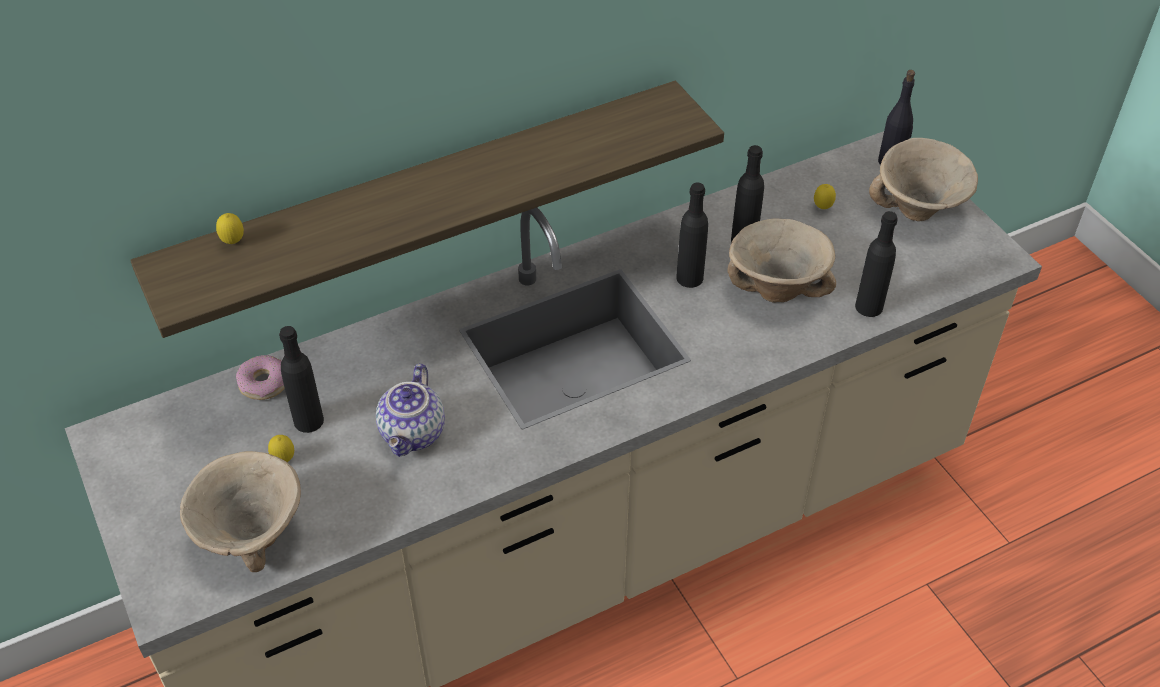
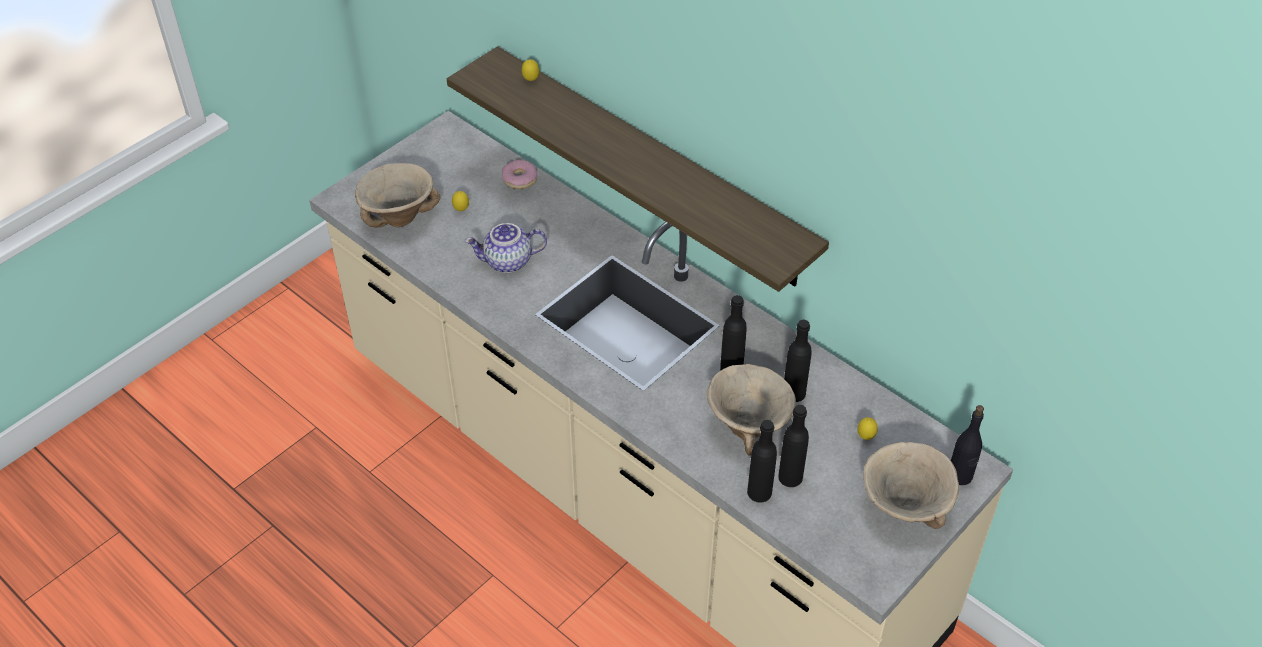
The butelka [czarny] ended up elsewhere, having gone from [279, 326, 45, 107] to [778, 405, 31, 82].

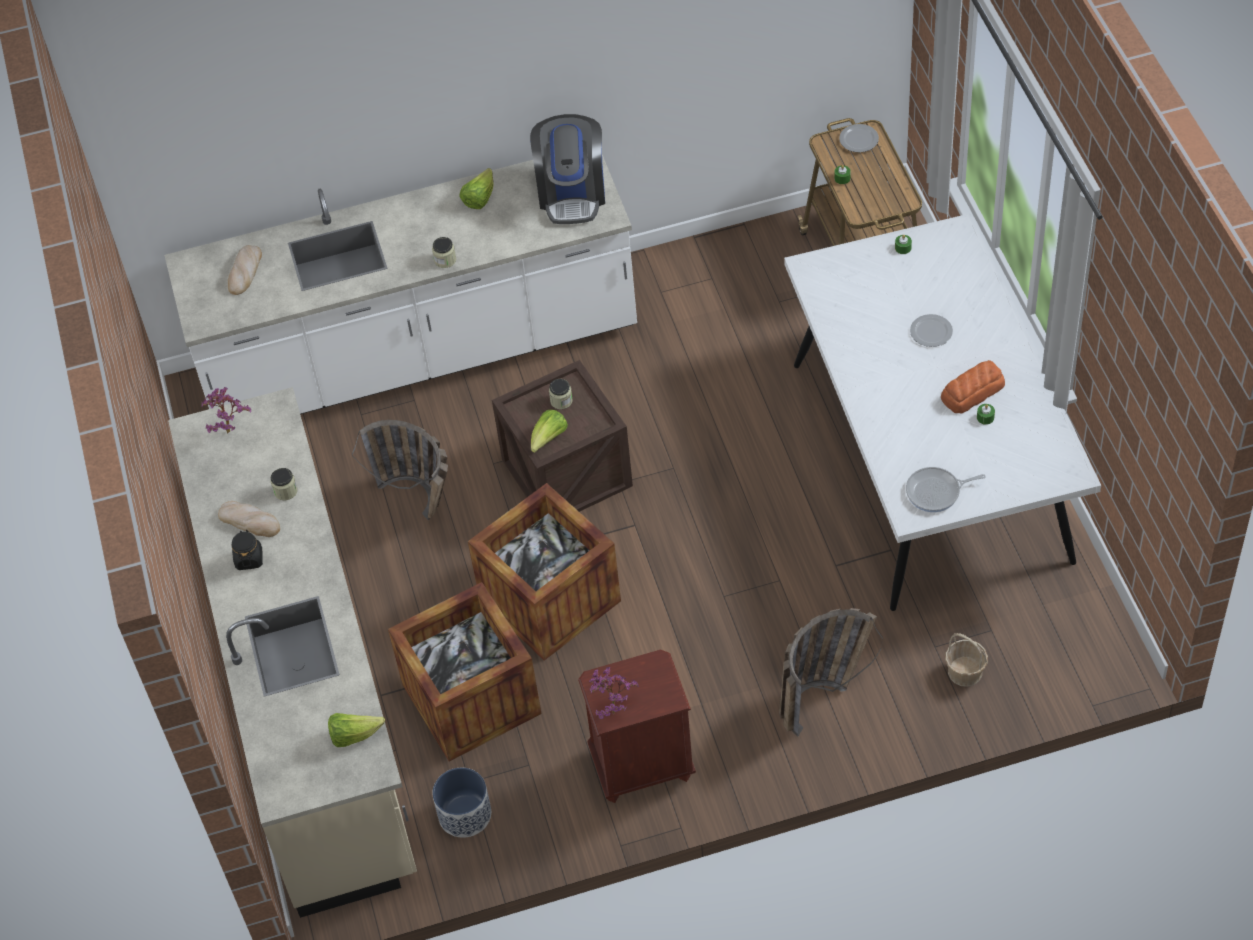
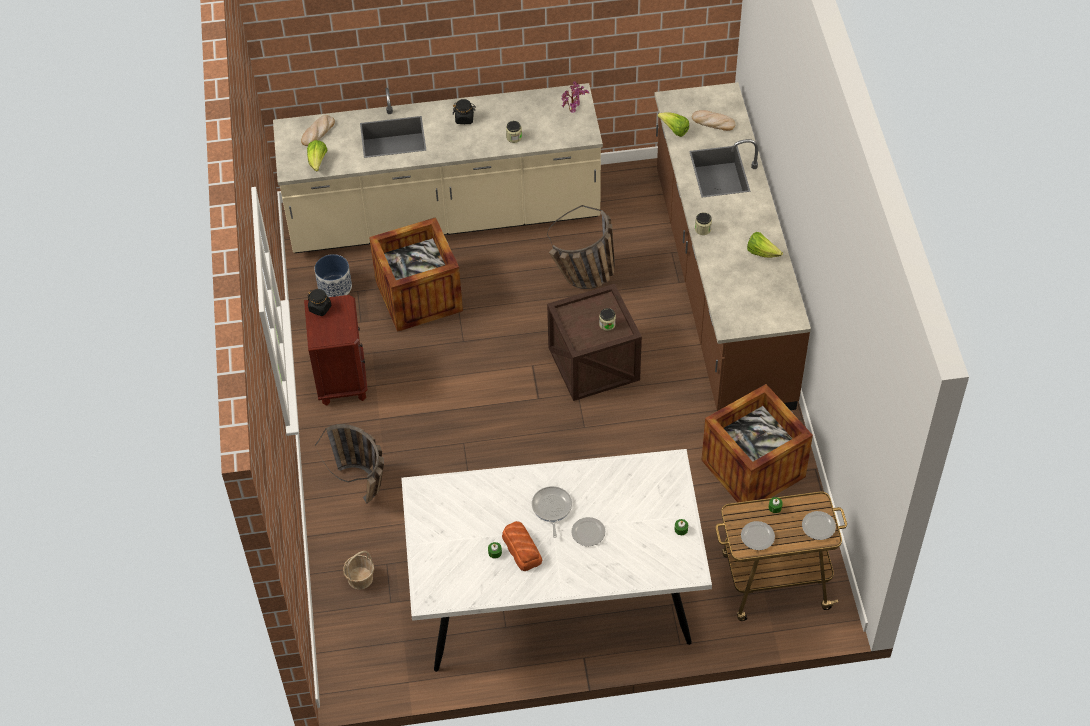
The chleb ended up elsewhere, having gone from [218, 501, 62, 36] to [301, 115, 34, 31].
Where the roślina doniczkowa stood at [589, 667, 50, 52], the słoik [czarny] came to stand at [308, 289, 24, 27].
The patelnia ended up elsewhere, having gone from [906, 467, 80, 45] to [532, 486, 40, 52].
What was the zabudowa kuchenna [biały] at [164, 155, 473, 259] turned into the zabudowa kuchenna [brązowy] at [654, 82, 157, 329].
The sałata ended up elsewhere, having gone from [531, 410, 37, 43] to [658, 112, 31, 25].
The skrzynka ended up elsewhere, having gone from [468, 483, 153, 178] to [701, 384, 112, 118].
The second view gained the talerz at [741, 521, 34, 29].
The second view lost the ekspres do kawy at [530, 114, 75, 110].

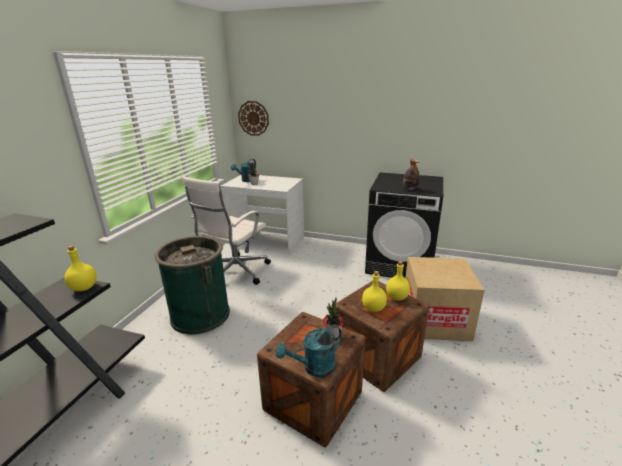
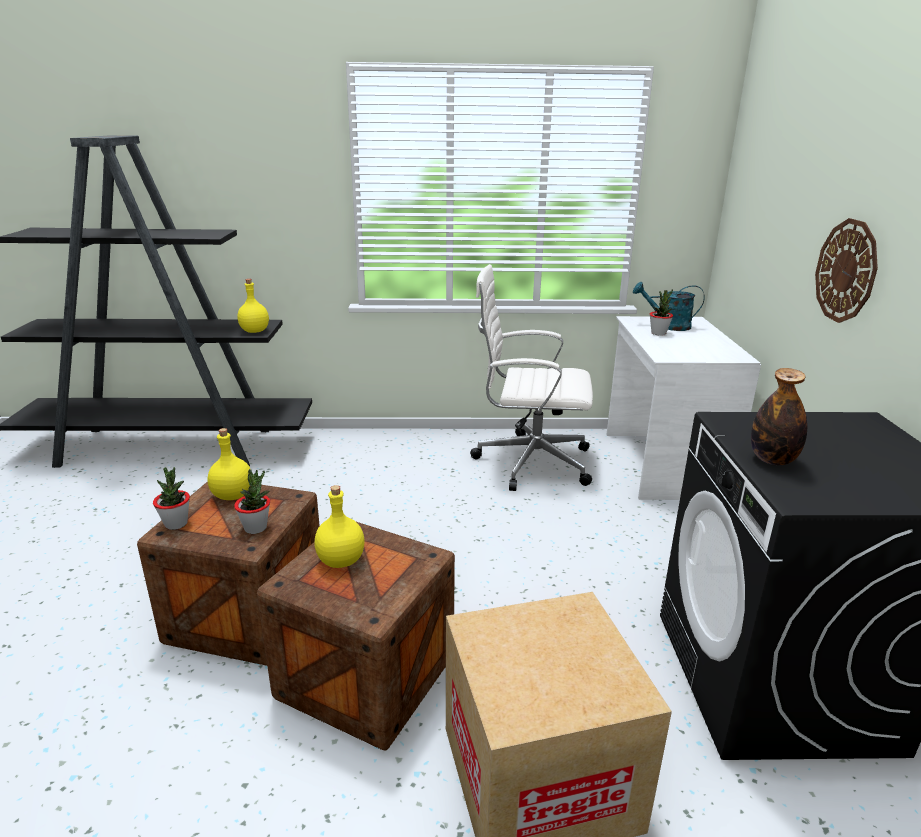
Where the konewka [turkusowy] stood at [275, 324, 67, 53], the roślina doniczkowa came to stand at [153, 467, 37, 63].
The butelka [żółty] ended up elsewhere, having gone from [386, 261, 24, 39] to [207, 428, 43, 72].
The zegar ścienny ended up elsewhere, having gone from [238, 101, 31, 35] to [815, 218, 63, 105].
The second view lost the kosz na śmieci [zielony] at [154, 236, 76, 98].

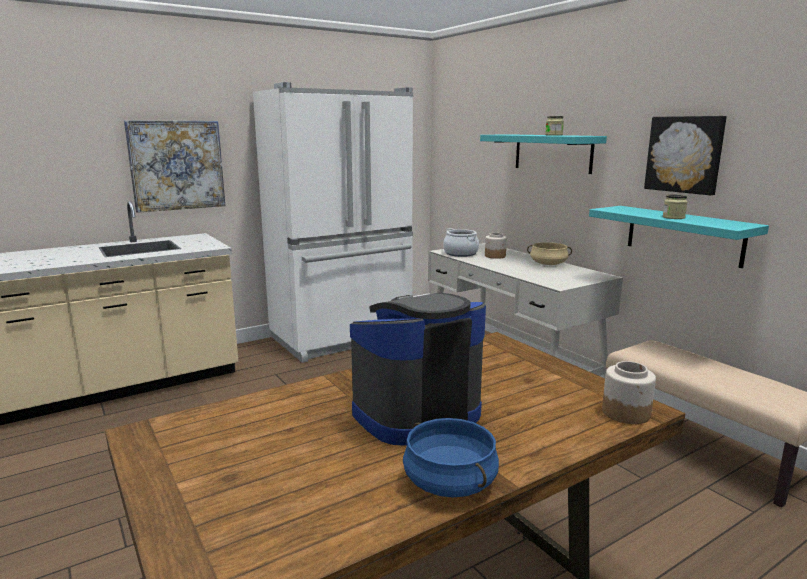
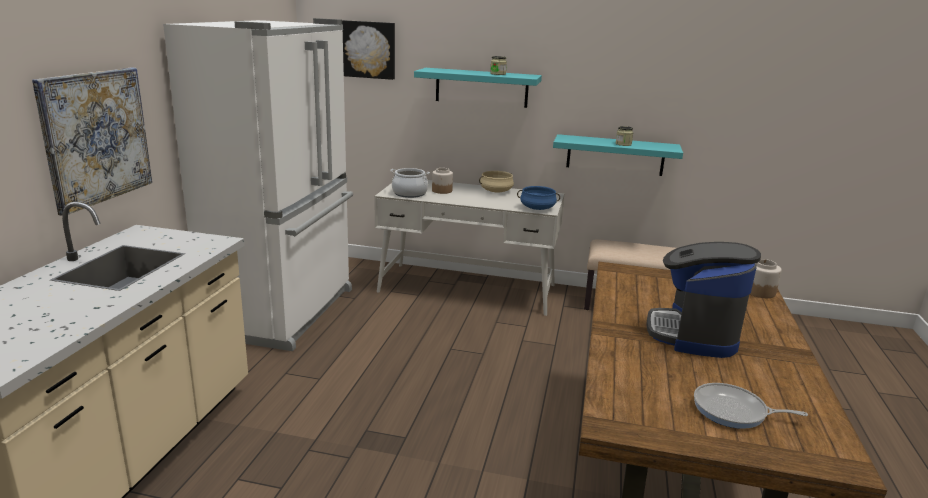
The obraz ended up elsewhere, having gone from [644, 116, 83, 79] to [342, 20, 53, 60].
The garnek [niebieski] ended up elsewhere, having gone from [403, 418, 96, 80] to [517, 186, 43, 24].
The second view gained the patelnia at [694, 383, 114, 46].

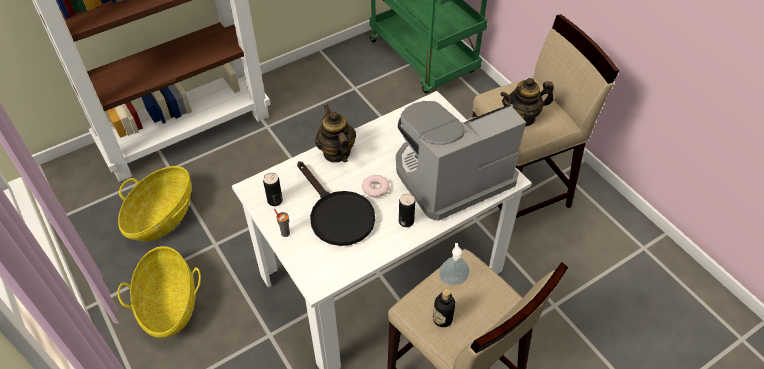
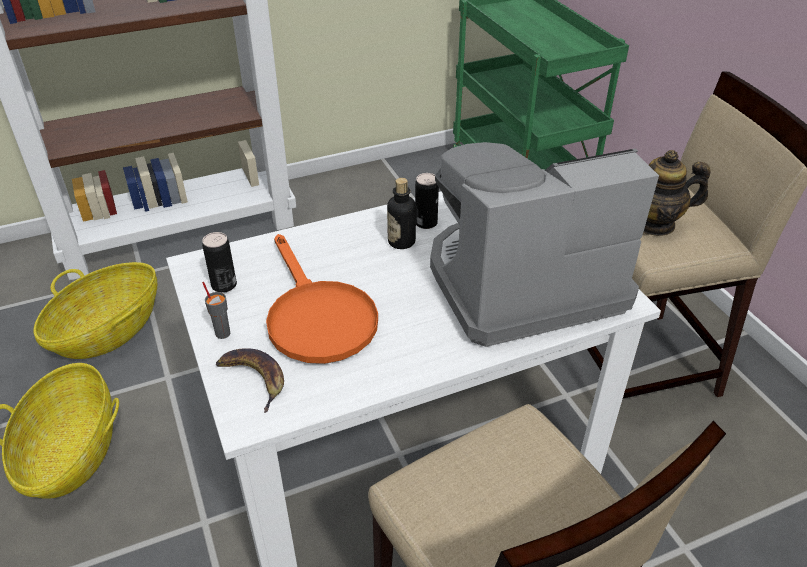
The second view gained the banan at [216, 348, 68, 65].
What was the patelnia [czarny] at [297, 161, 78, 85] turned into the patelnia [pomarańczowy] at [266, 234, 112, 130].
The butelka ended up elsewhere, having gone from [433, 289, 22, 38] to [387, 178, 29, 71].
The puszka ended up elsewhere, having gone from [399, 193, 16, 34] to [415, 173, 24, 56].
The second view lost the imbryk at [315, 105, 41, 58].
The second view lost the donut at [362, 175, 28, 22].
The second view lost the dozownik mydła at [439, 243, 30, 42].

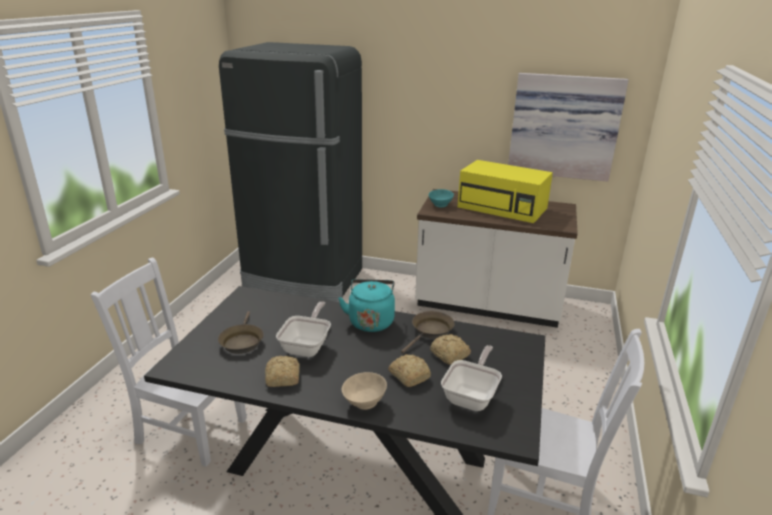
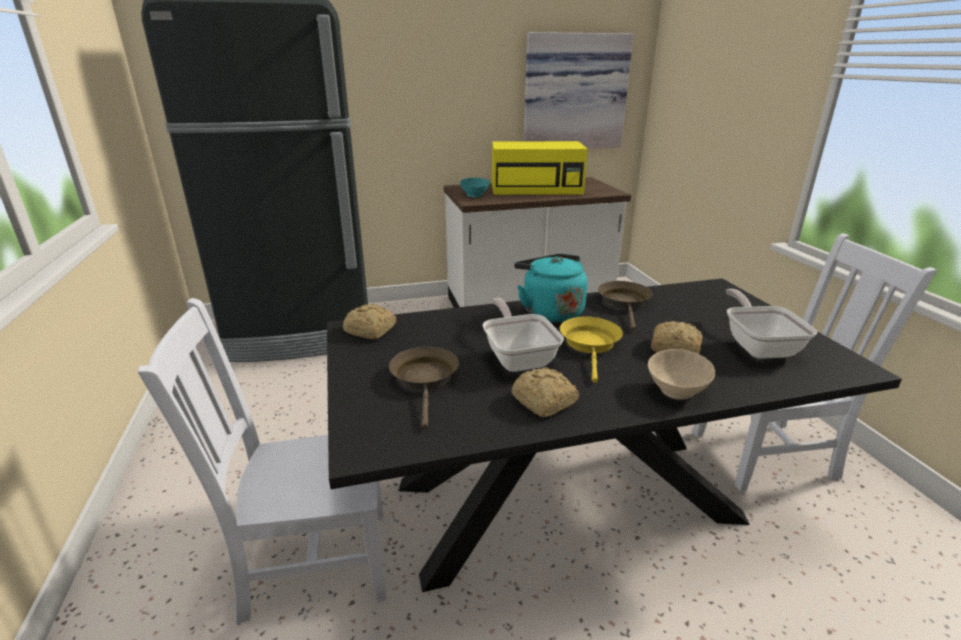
The chleb ended up elsewhere, having gone from [430, 334, 41, 30] to [343, 304, 53, 35].
The patelnia [brązowy] at [218, 311, 46, 43] ended up facing another way, 150 degrees counterclockwise from before.
The second view gained the patelnia [żółty] at [560, 316, 63, 67].

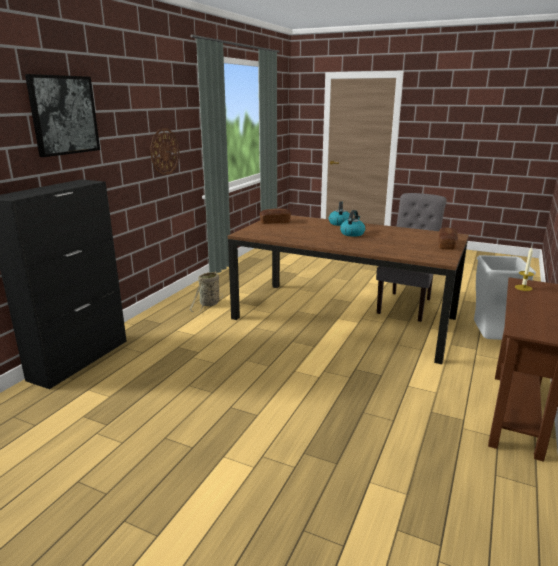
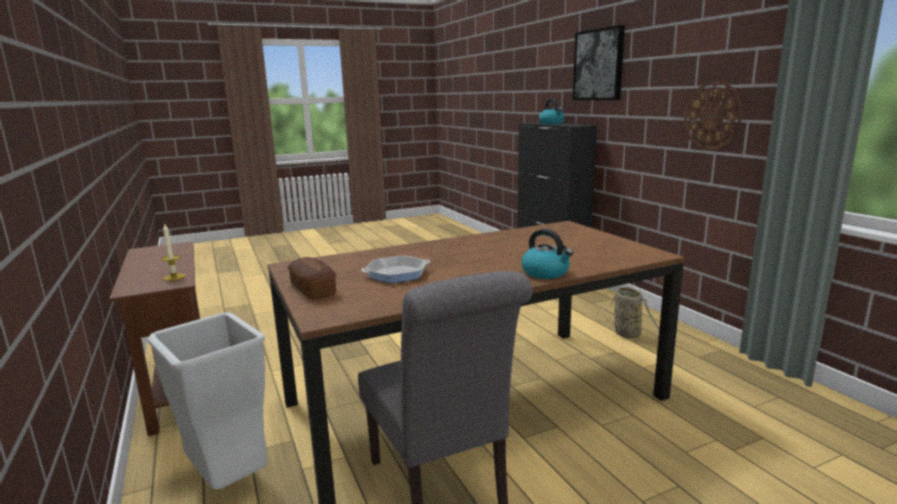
The second view gained the patelnia at [361, 255, 69, 28].
The czajnik ended up elsewhere, having gone from [340, 210, 26, 27] to [539, 99, 25, 25].
The second view lost the chleb at [260, 209, 31, 15].

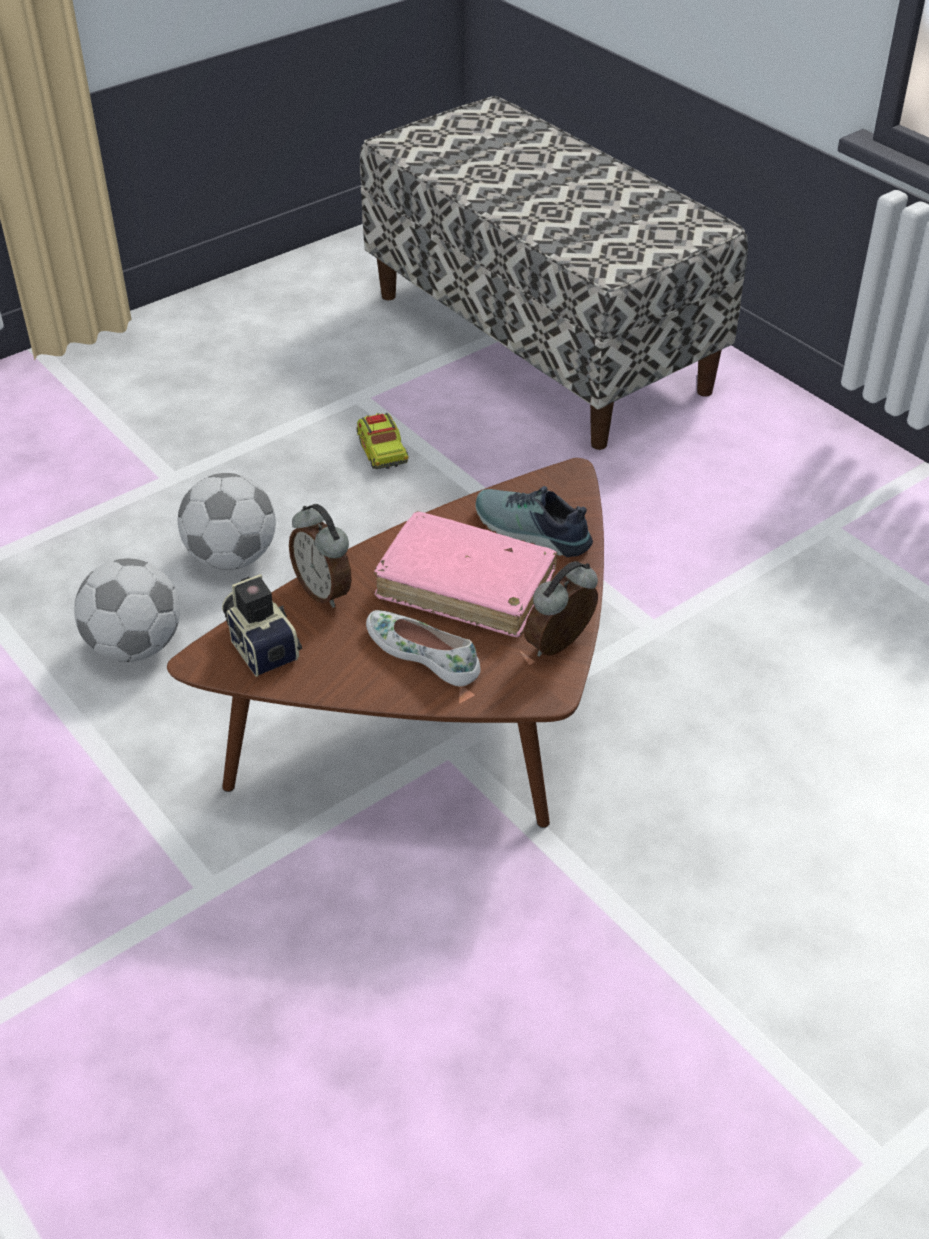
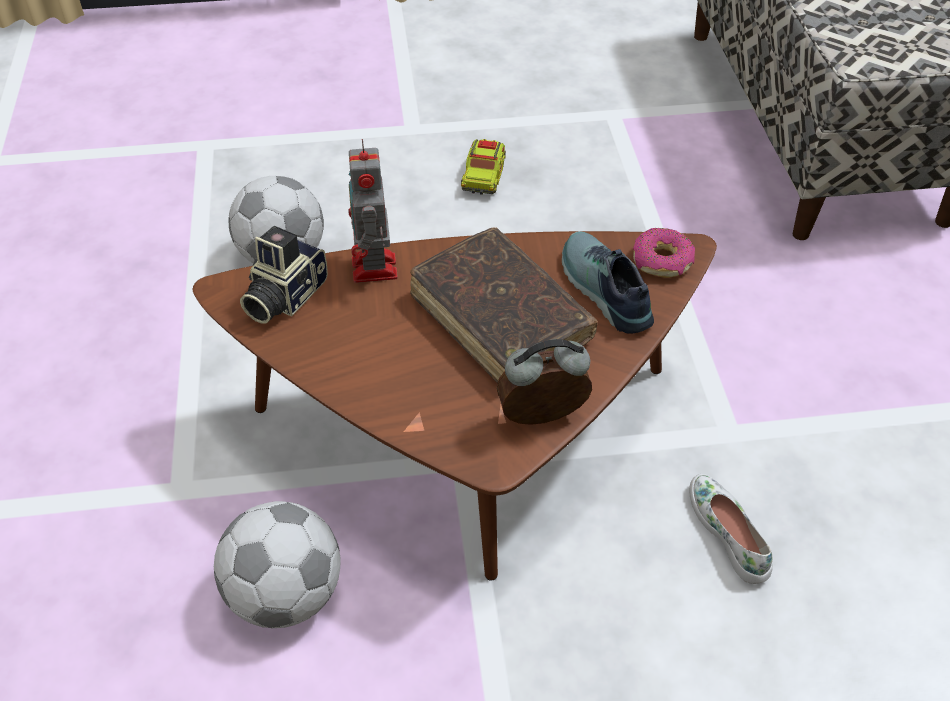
The piłka futbolowa ended up elsewhere, having gone from [178, 473, 98, 97] to [214, 501, 127, 127].
The aparat fotograficzny at [222, 574, 80, 103] ended up facing another way, 150 degrees counterclockwise from before.
Where the budzik stood at [289, 504, 63, 104], the robot zabawkowy came to stand at [348, 139, 50, 144].
What was the książka [różowy] at [374, 511, 183, 126] turned into the książka [brązowy] at [410, 228, 188, 155].
The ciężarówka zabawkowa ended up elsewhere, having gone from [356, 413, 52, 56] to [461, 139, 45, 56].
The second view gained the donut at [633, 228, 62, 50].
The but [biały] ended up elsewhere, having gone from [366, 610, 115, 77] to [689, 474, 84, 110].

